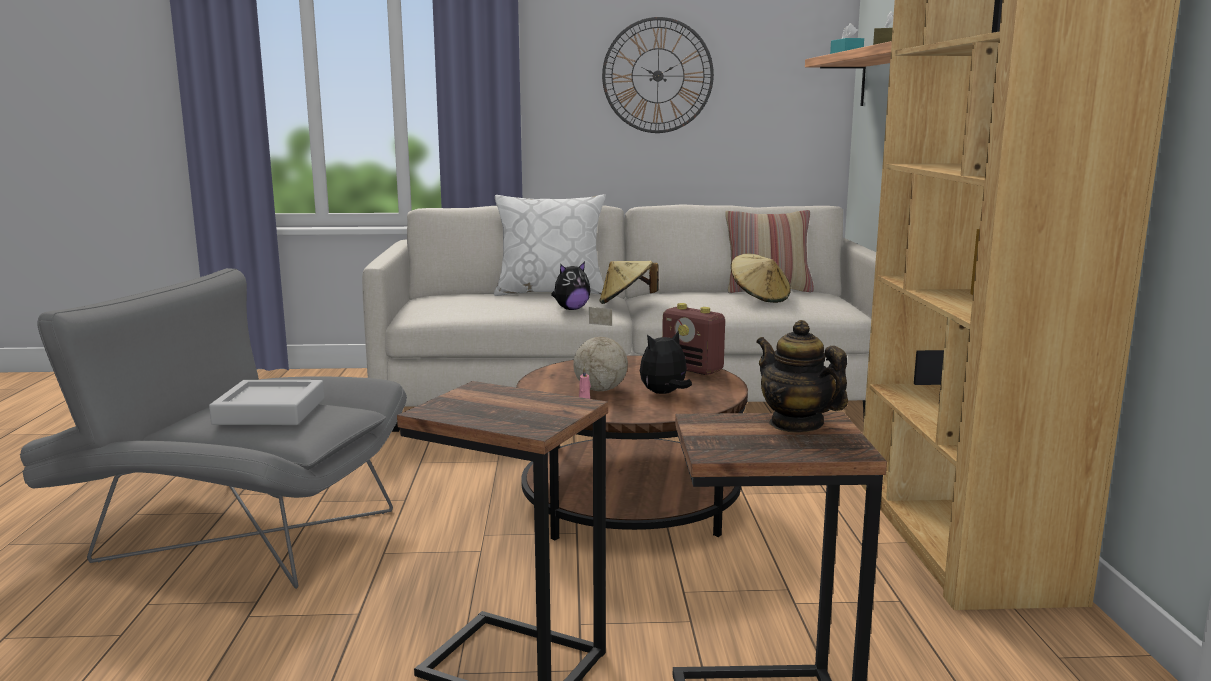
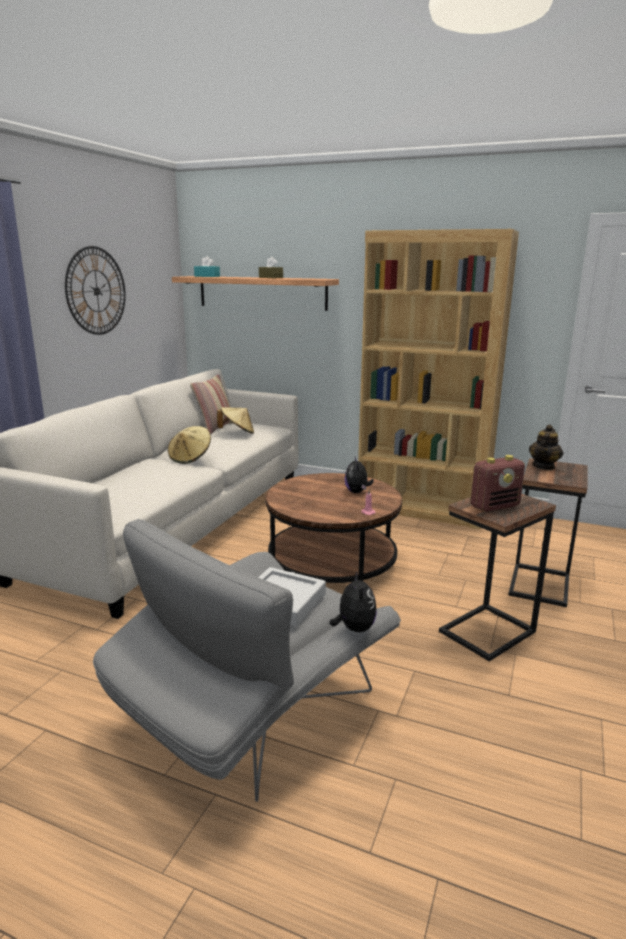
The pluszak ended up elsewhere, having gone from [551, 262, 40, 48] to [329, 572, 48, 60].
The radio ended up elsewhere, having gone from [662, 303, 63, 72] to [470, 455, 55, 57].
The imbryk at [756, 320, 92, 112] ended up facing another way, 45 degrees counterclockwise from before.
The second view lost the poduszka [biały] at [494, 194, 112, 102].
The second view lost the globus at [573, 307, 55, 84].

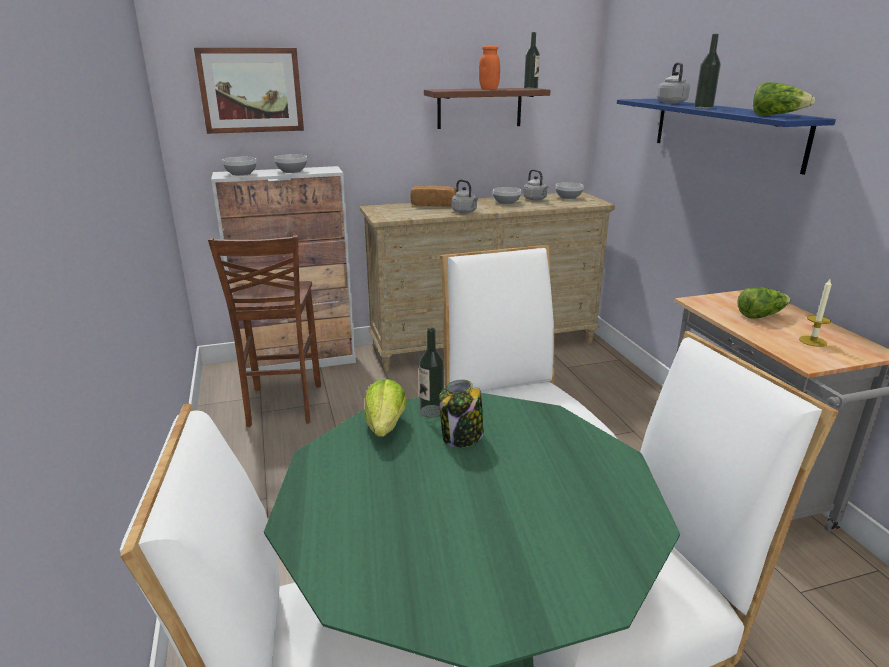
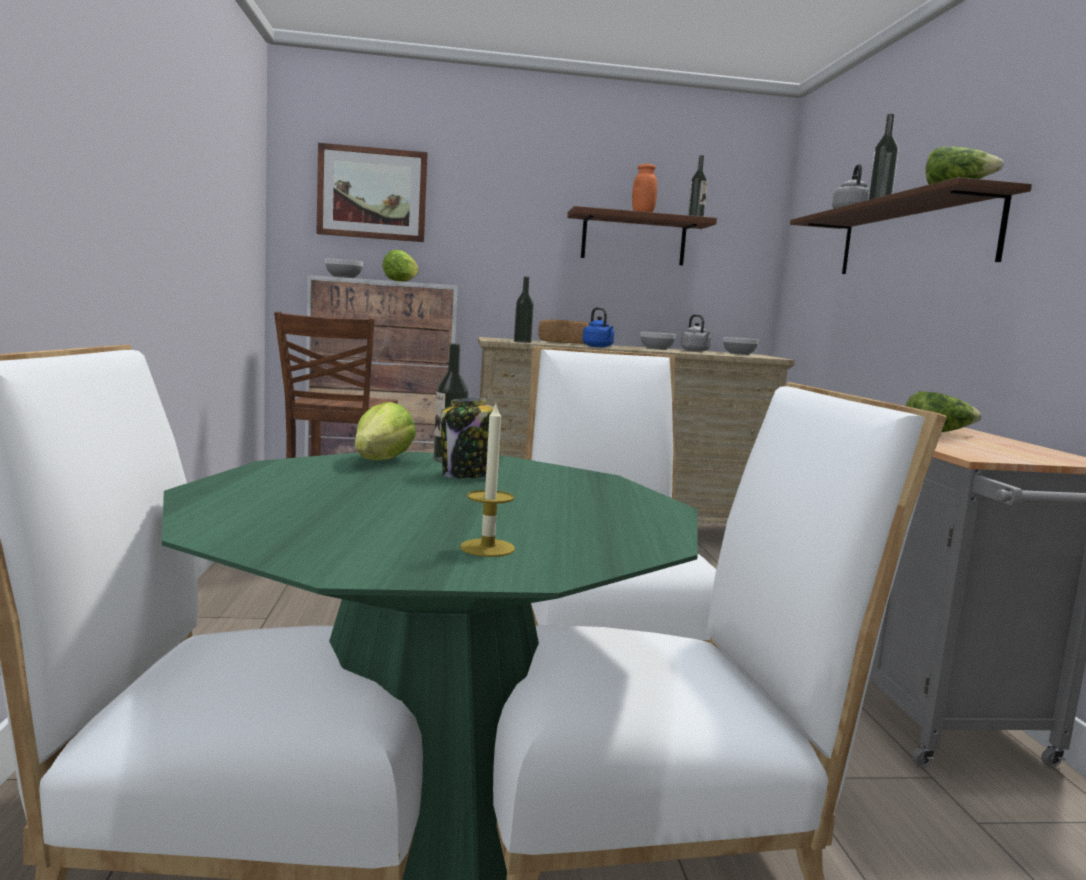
Where the miska stood at [274, 154, 33, 19], the sałata came to stand at [382, 250, 37, 32].
The świeca ended up elsewhere, having gone from [799, 279, 33, 68] to [460, 404, 55, 153].
The second view gained the butelka at [514, 277, 20, 66].
What was the czajnik [szary] at [452, 180, 26, 33] turned into the czajnik [niebieski] at [583, 307, 31, 40].
What was the półka [niebieski] at [617, 99, 219, 76] turned into the półka [brązowy] at [790, 177, 242, 97].

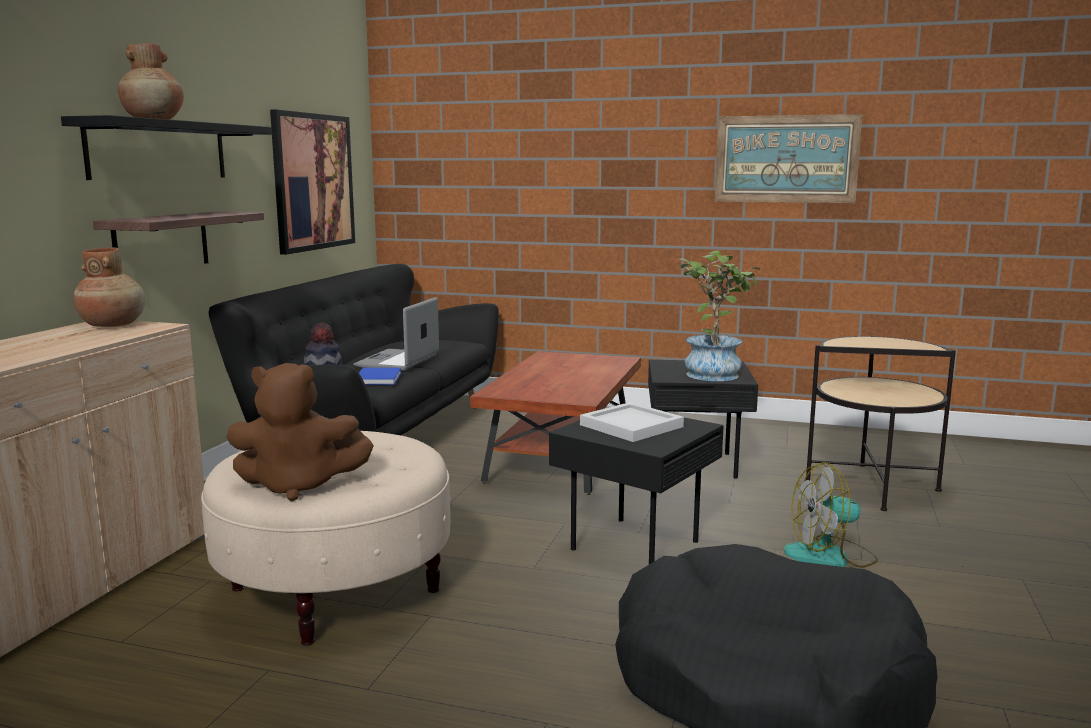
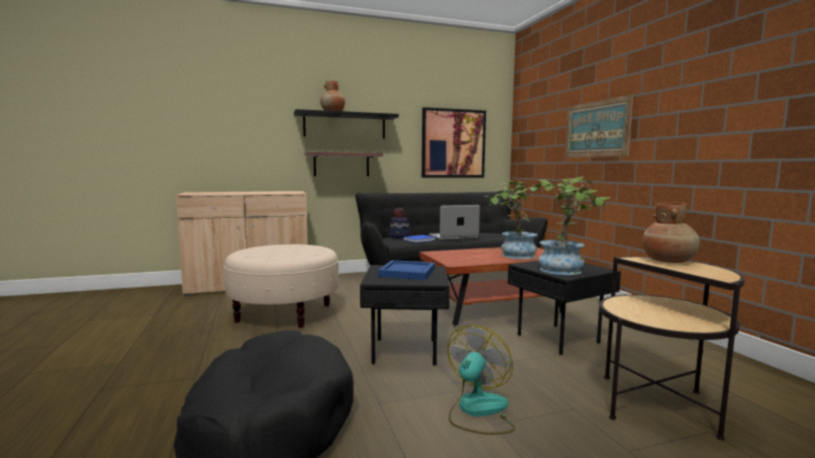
What was the taca [biały] at [580, 402, 104, 40] turned into the taca [niebieski] at [378, 260, 57, 20].
The wentylator at [783, 462, 95, 106] ended up facing another way, 75 degrees clockwise from before.
The second view gained the roślina doniczkowa at [485, 180, 56, 79].
The obraz ended up elsewhere, having gone from [715, 114, 147, 89] to [565, 95, 68, 63].
The wazon [brązowy] ended up elsewhere, having gone from [73, 247, 72, 80] to [643, 202, 57, 61].
The second view lost the pluszak [brązowy] at [226, 363, 148, 138].

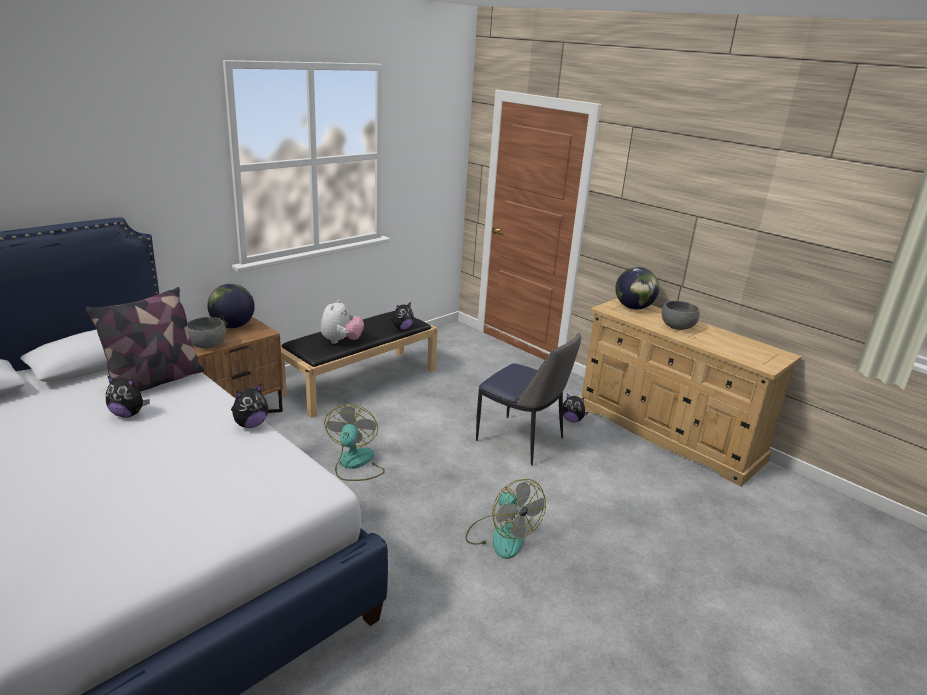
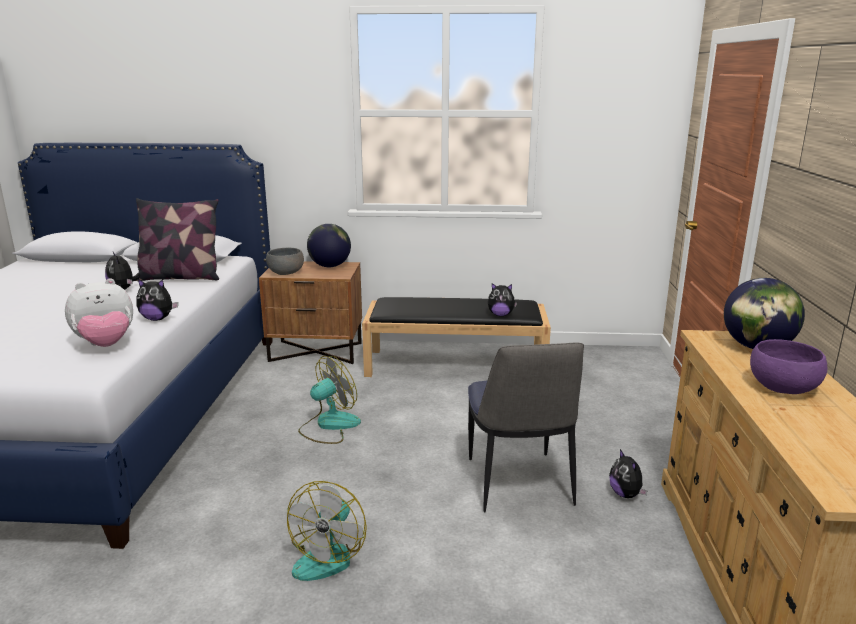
The pluszak ended up elsewhere, having gone from [321, 299, 43, 45] to [65, 278, 68, 69].
What was the miska [szary] at [662, 301, 38, 29] turned into the miska [fioletowy] at [750, 339, 77, 55].

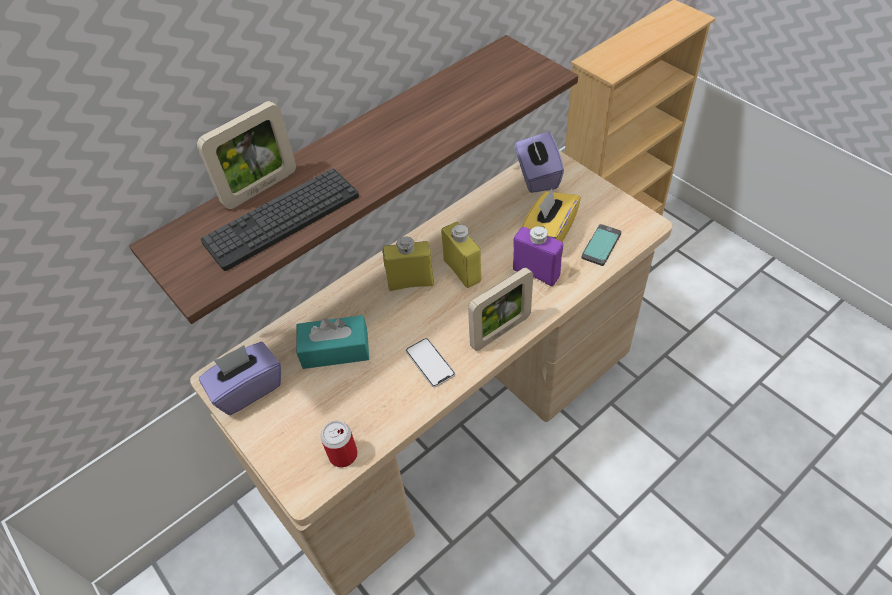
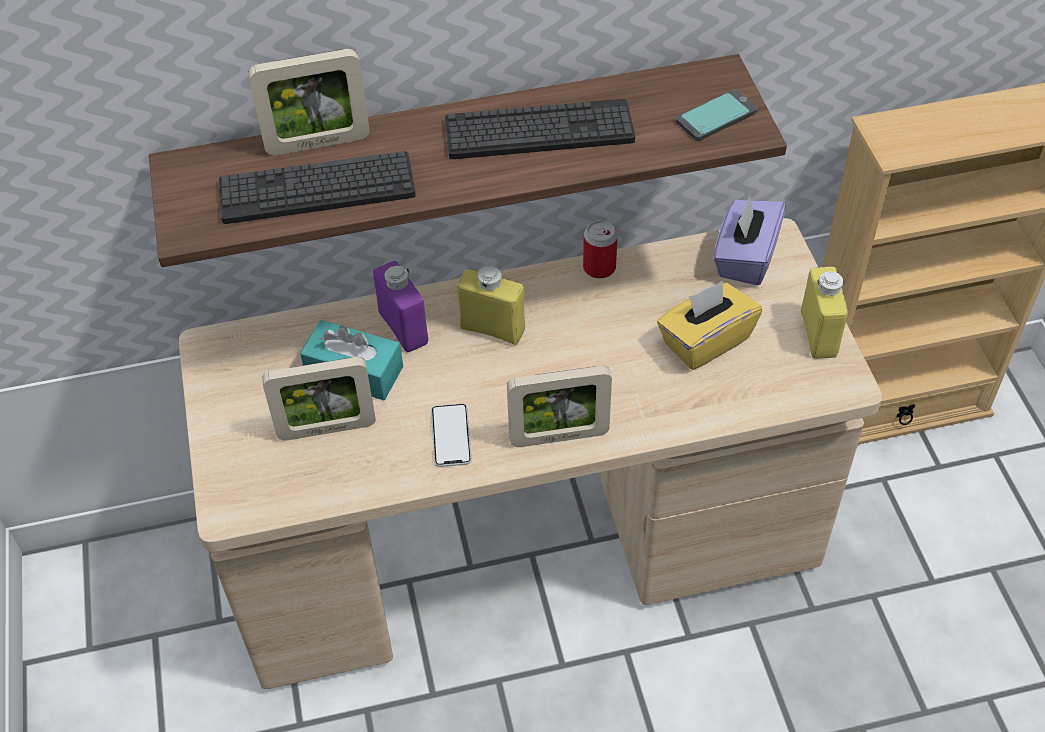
The second view gained the ramka na zdjęcie at [262, 357, 114, 84].
The butelka [fioletowy] ended up elsewhere, having gone from [513, 226, 50, 60] to [373, 261, 55, 91].
The second view gained the klawiatura at [445, 99, 190, 60].
The puszka ended up elsewhere, having gone from [321, 420, 37, 47] to [583, 220, 35, 59].
The telefon ended up elsewhere, having gone from [581, 224, 40, 42] to [676, 89, 82, 52].
The butelka [żółty] ended up elsewhere, having gone from [441, 222, 41, 66] to [801, 267, 47, 92].
The second view lost the pudełko chusteczek [fioletowy] at [199, 342, 82, 73].

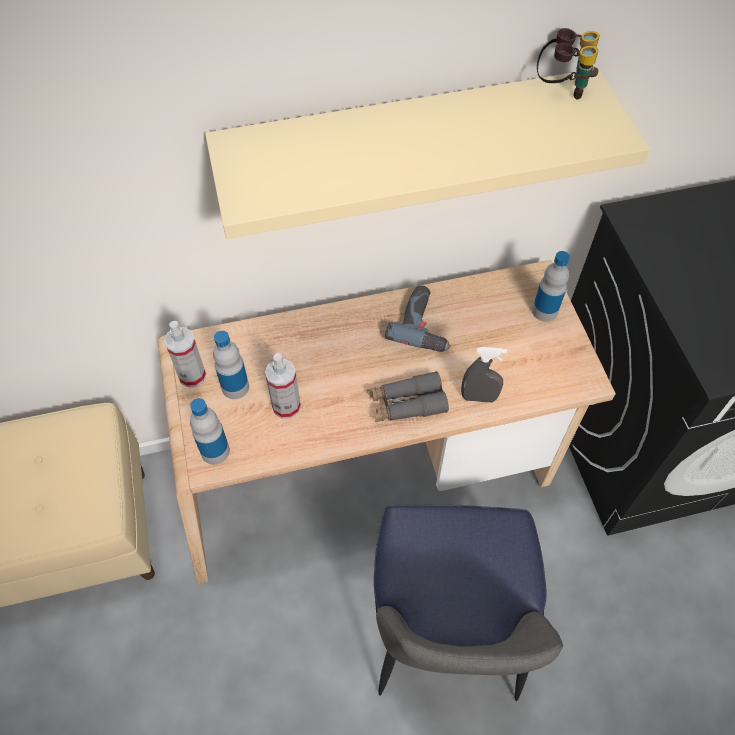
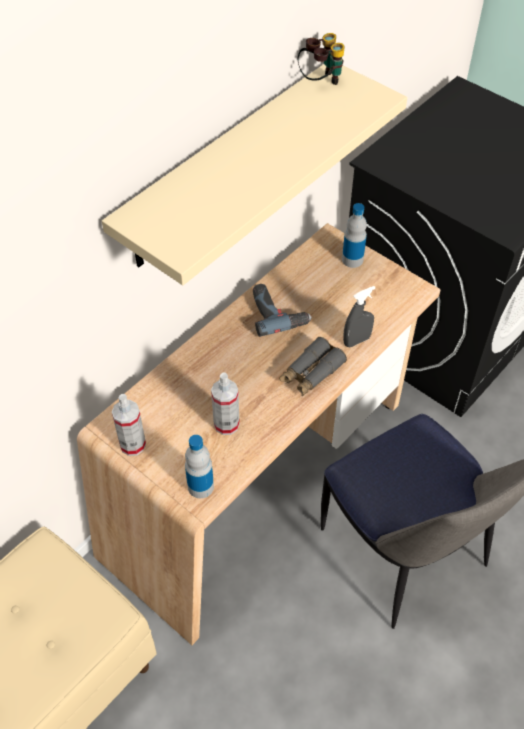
The second view lost the butelka at [213, 330, 36, 69].

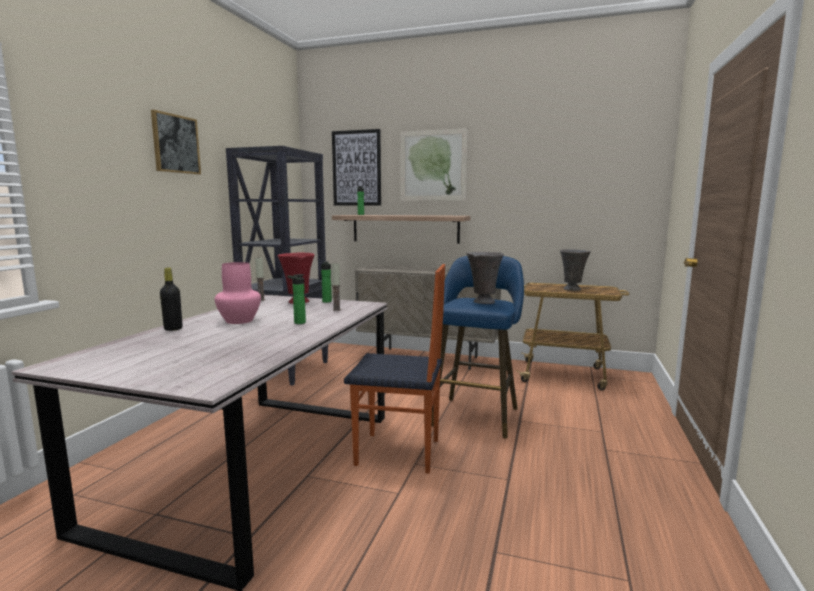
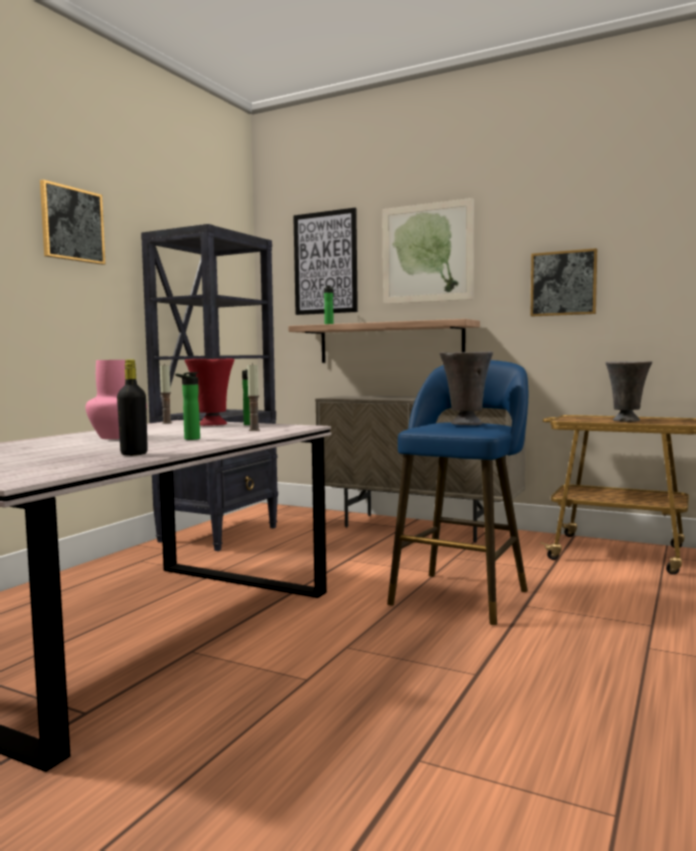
The butelka [czarny] ended up elsewhere, having gone from [160, 268, 23, 63] to [117, 359, 31, 97].
The second view gained the obraz at [531, 248, 66, 68].
The second view lost the krzesło at [344, 264, 101, 209].

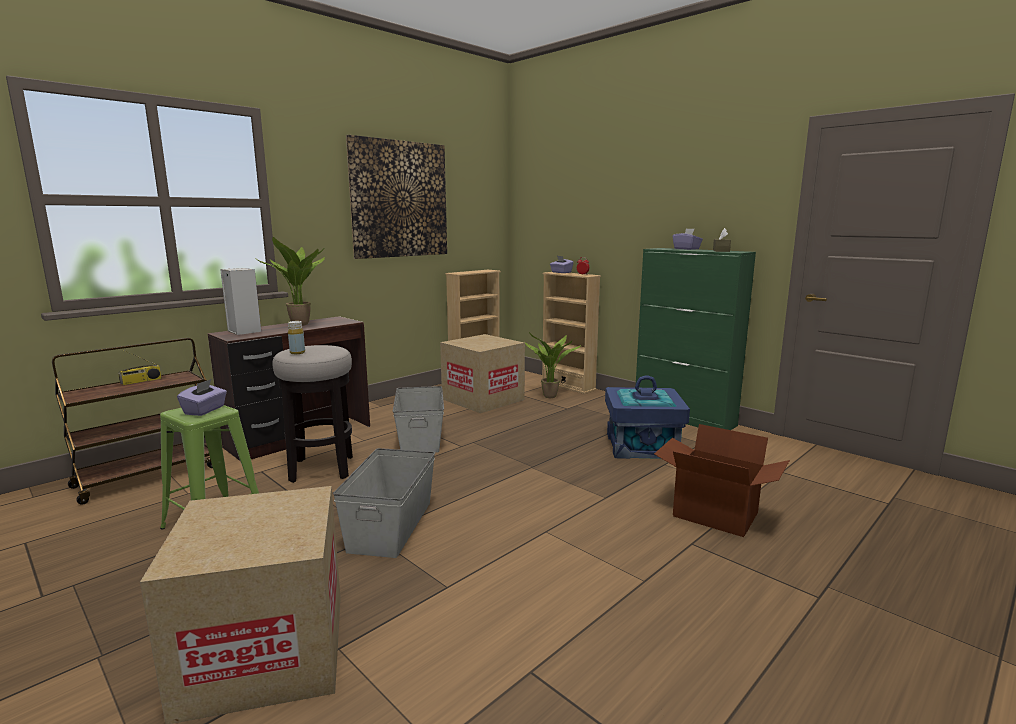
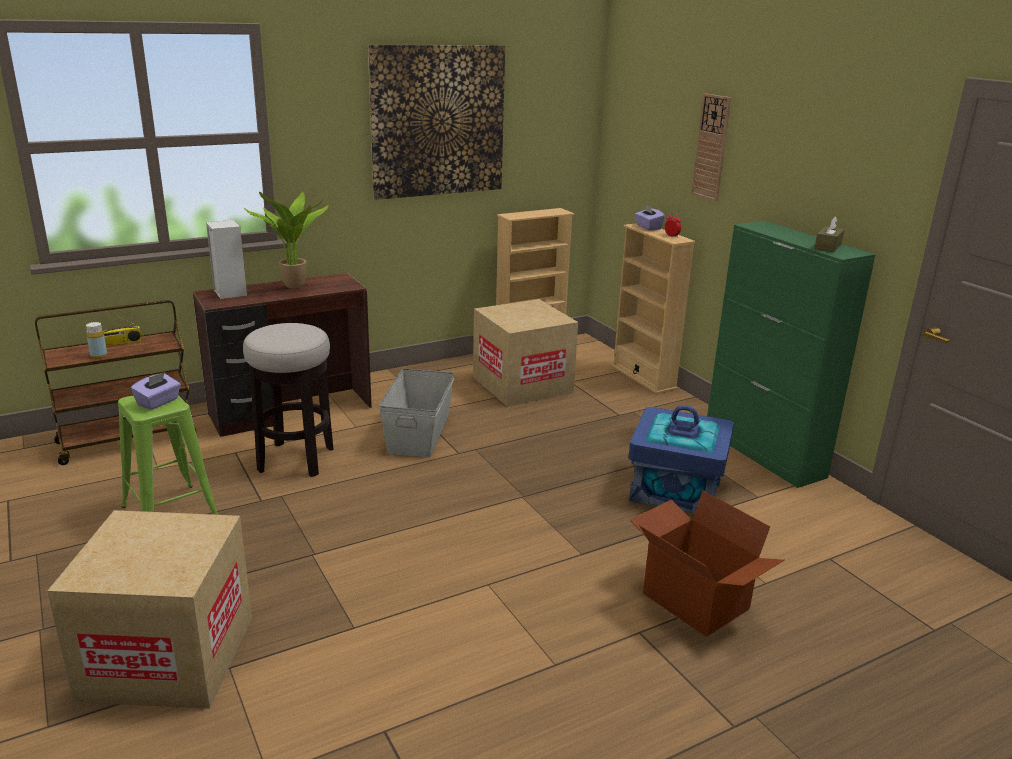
The butelka [żółty] ended up elsewhere, having gone from [288, 321, 17, 33] to [86, 322, 21, 36].
The second view gained the zegar ścienny at [691, 93, 40, 108].
The second view lost the pojemnik do przechowywania [szary] at [333, 448, 102, 110].
The second view lost the roślina doniczkowa at [525, 332, 56, 66].
The second view lost the pudełko chusteczek [fioletowy] at [673, 229, 30, 21].

